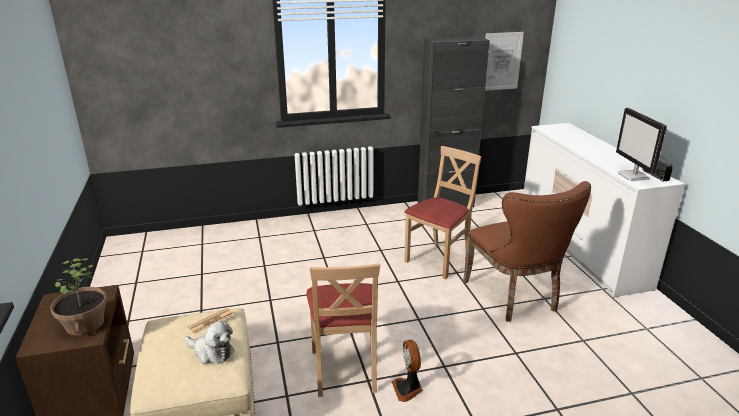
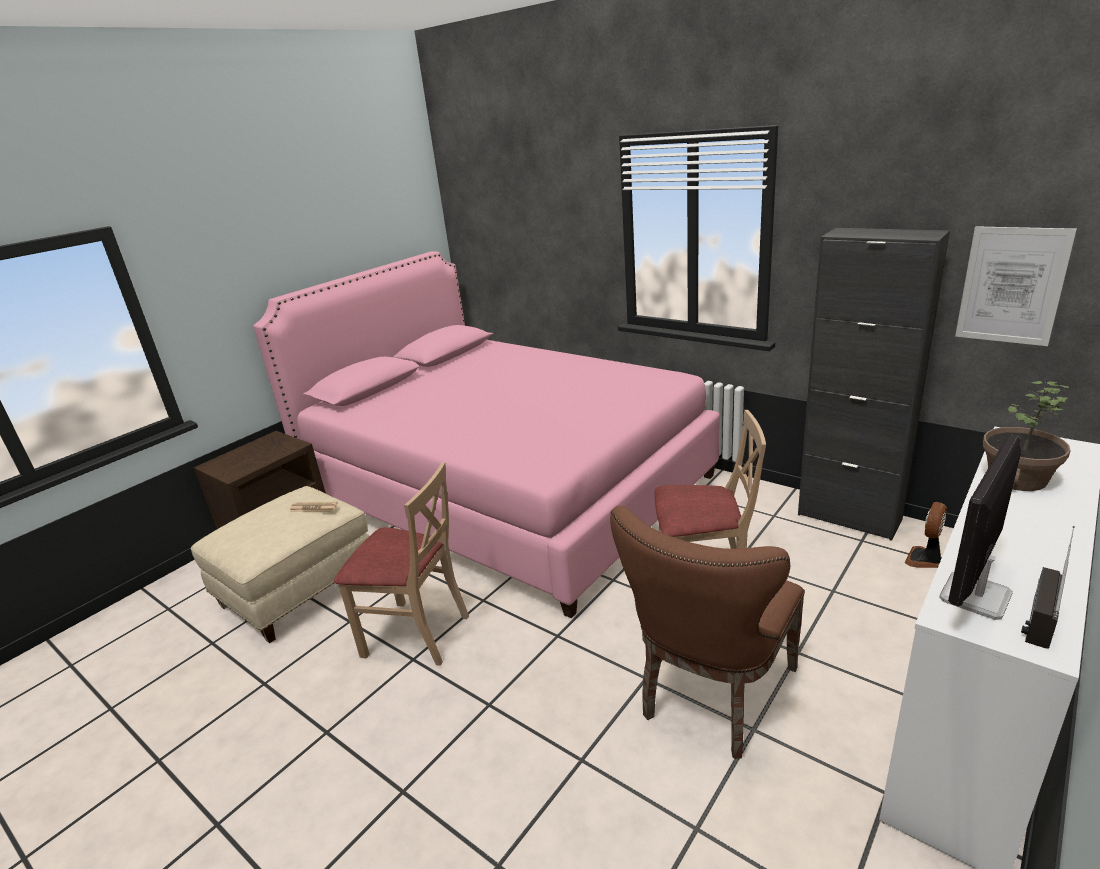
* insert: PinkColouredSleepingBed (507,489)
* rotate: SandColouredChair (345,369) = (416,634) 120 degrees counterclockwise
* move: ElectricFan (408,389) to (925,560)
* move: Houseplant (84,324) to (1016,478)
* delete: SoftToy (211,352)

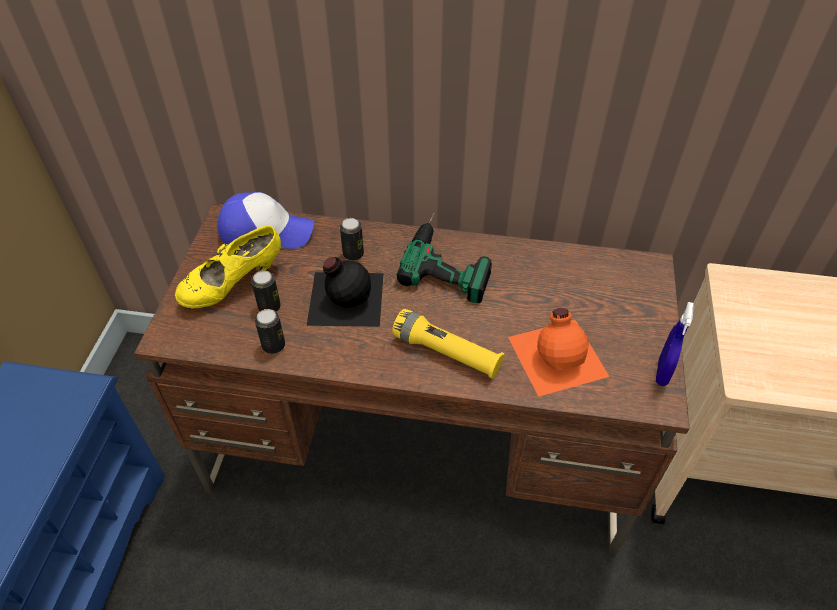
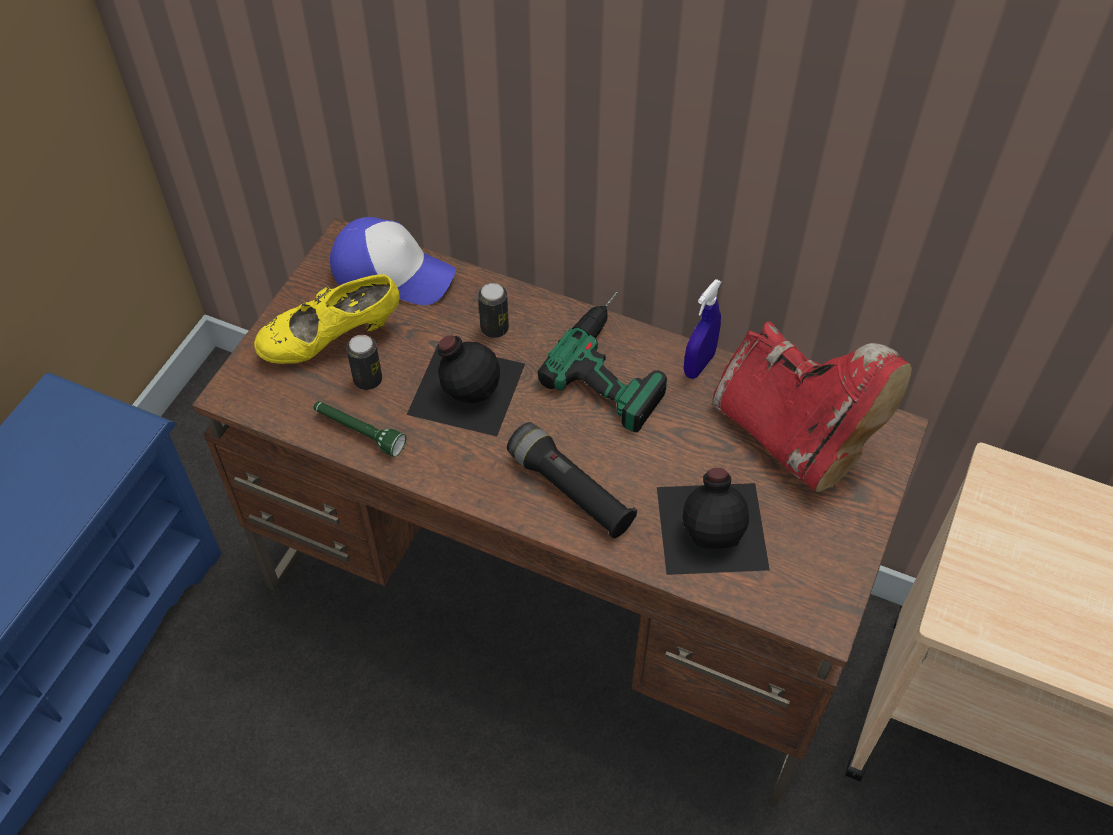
* replace: MetalCan (273,345) to GreenTorch (359,432)
* recolor: YellowishTorch (446,353) to BlackColouredTorch (570,491)
* recolor: OrangeBeverageBottle (558,355) to BlackColouredBeverageBottle (713,526)
* move: BluishSprayer (662,372) to (699,365)
* insert: ReddishHighTopBoot (794,439)

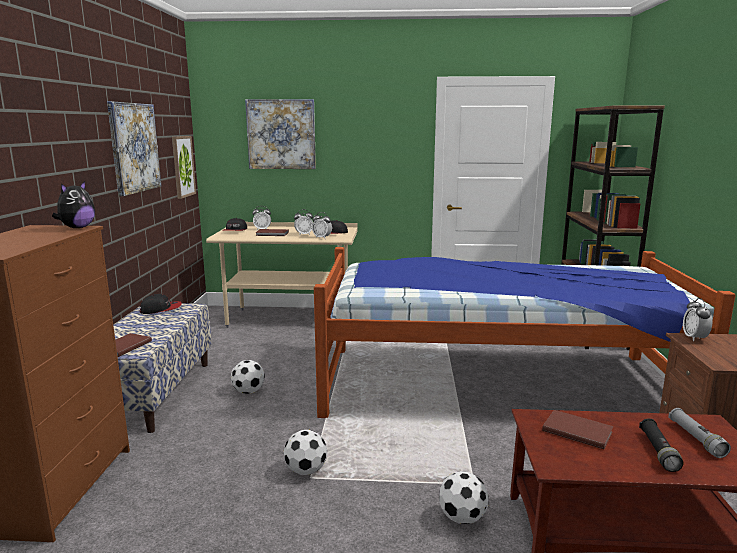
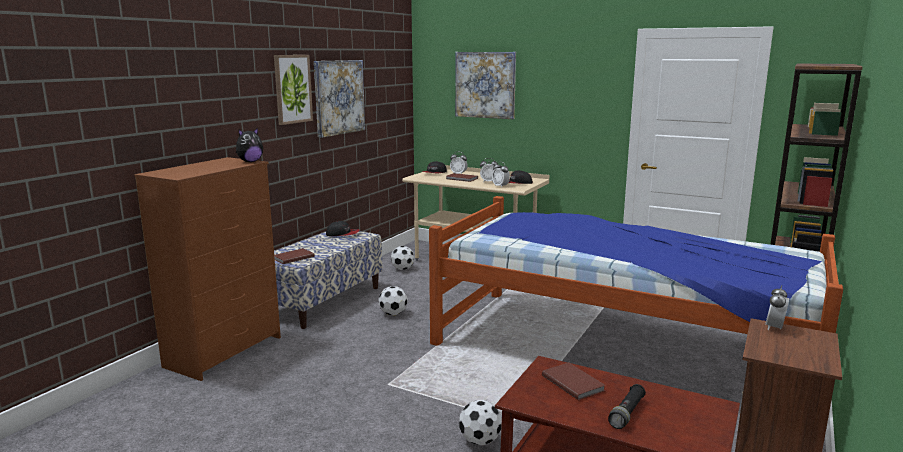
* move: WallPicture (182,166) to (292,89)
* move: BallForFootball (306,470) to (403,269)
* delete: GreyTorch (696,439)

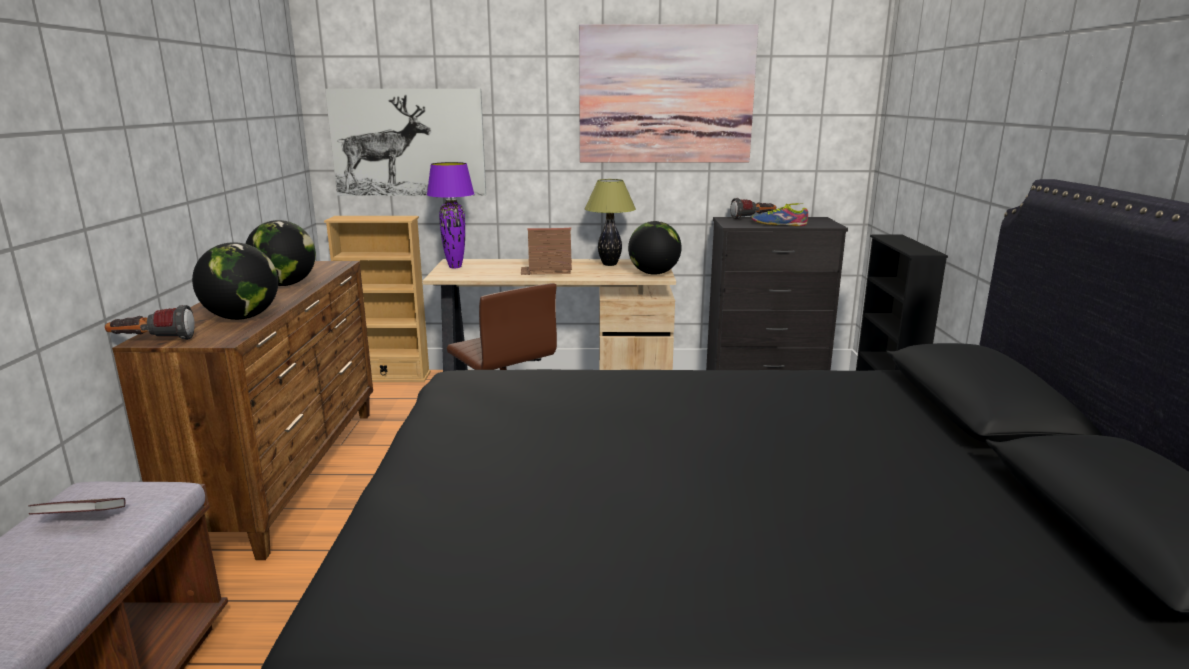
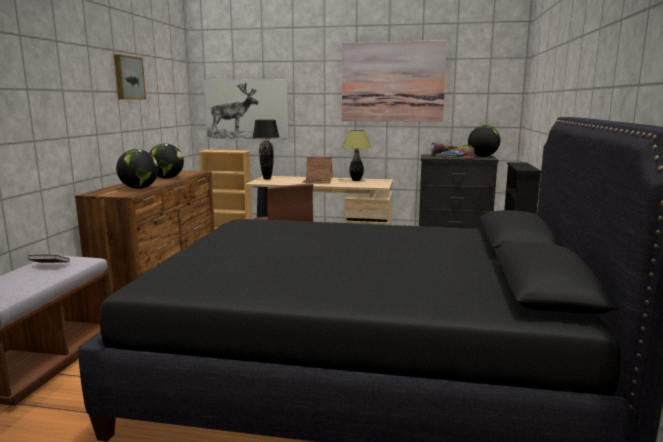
* insert: WallPicture (128,78)
* recolor: PurpleTabletopLamp (455,267) to BlackColouredTabletopLamp (267,179)
* move: DeskGlobe (654,273) to (482,156)
* delete: Torch (153,341)

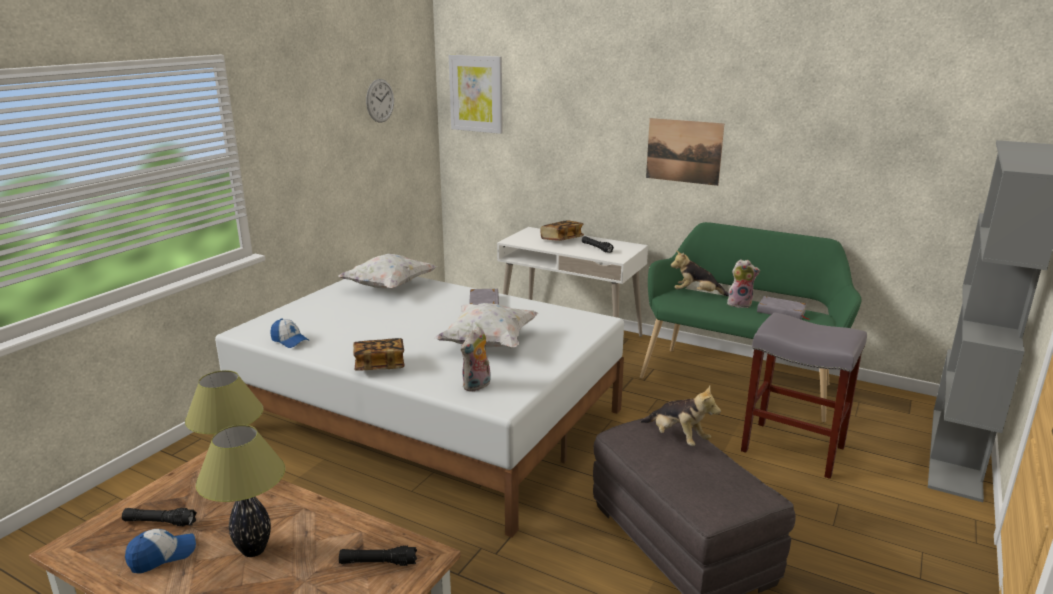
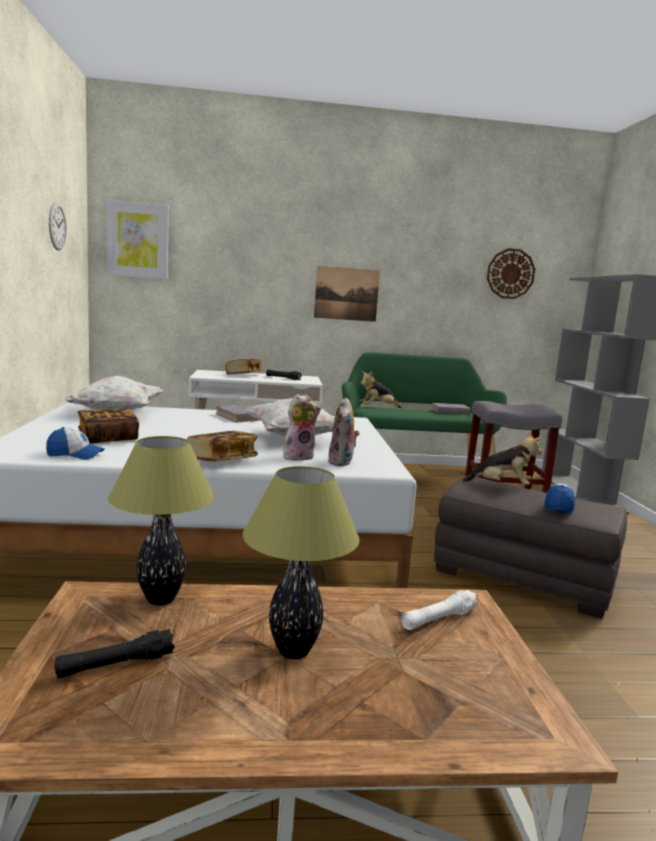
* insert: BoundBook (108,438)
* move: SoftToy (740,304) to (298,456)
* recolor: BlackColouredTorch (378,563) to WhitishTorch (438,619)
* insert: WallClock (510,273)
* move: BaseballCap (162,556) to (558,505)

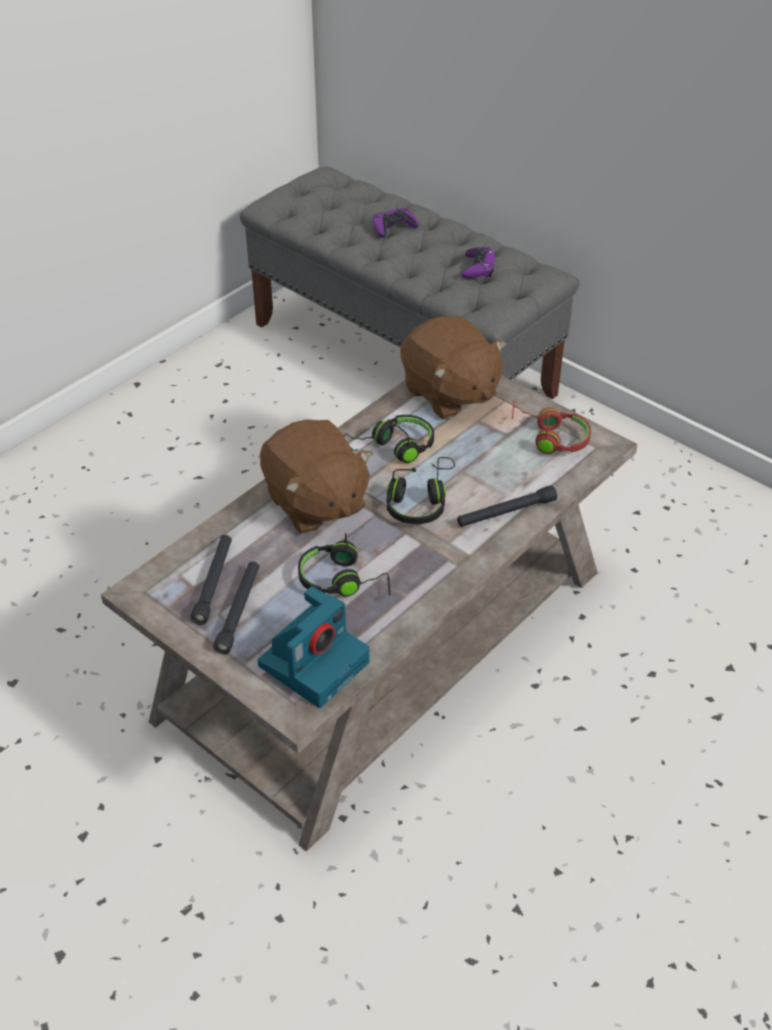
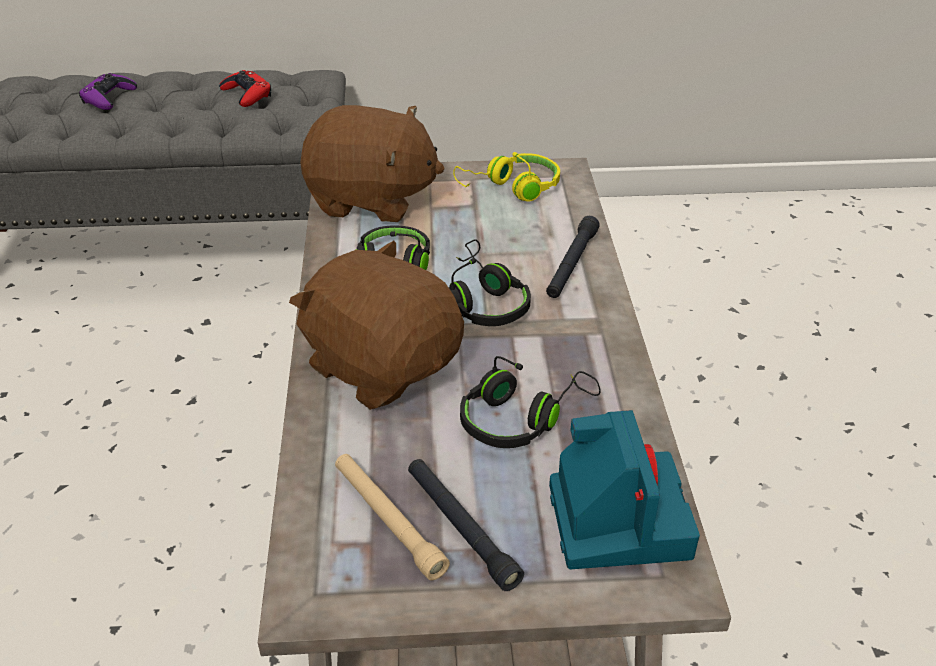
* recolor: PurpleJoypad (478,267) to ReddishJoypad (247,94)
* rotate: BrownColouredSoftToy (315,503) = (382,366) 150 degrees counterclockwise
* recolor: BlackColouredTorch (213,583) to SandColouredTorch (388,520)
* recolor: ReddishPairOfHeadphones (549,437) to YellowishPairOfHeadphones (512,188)

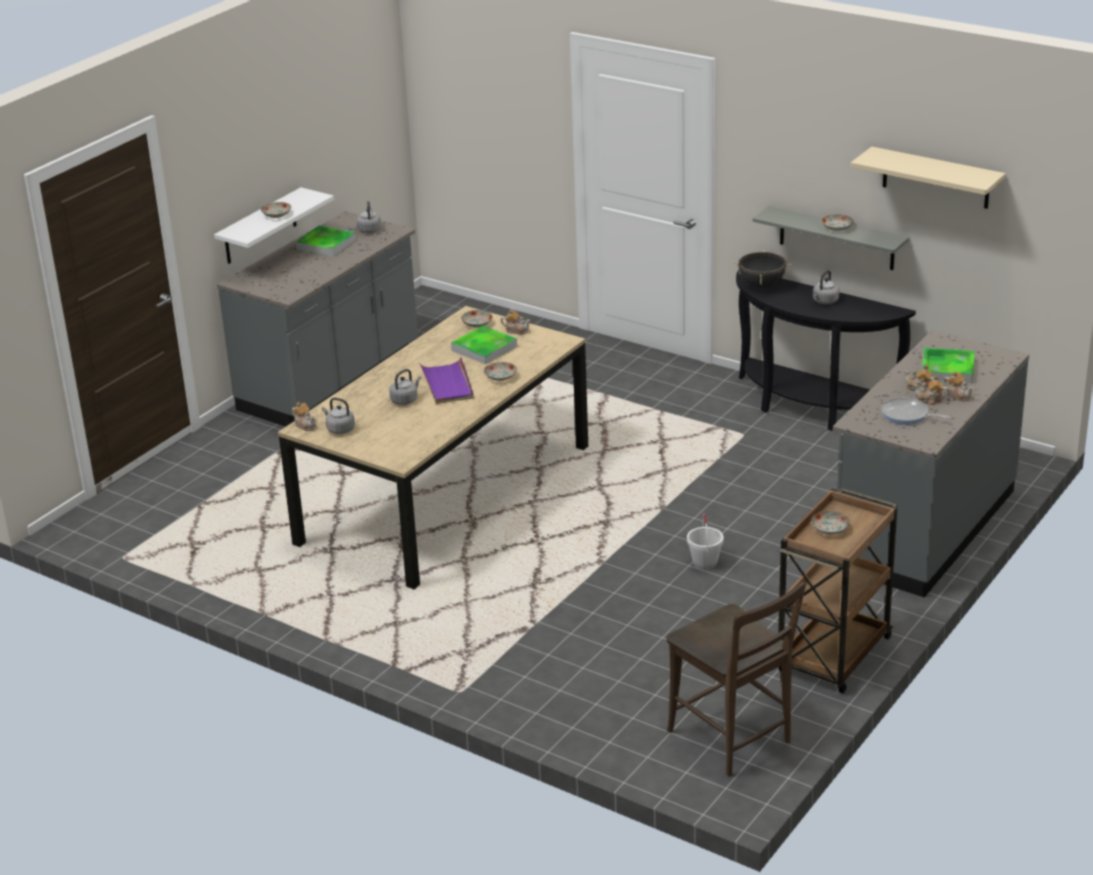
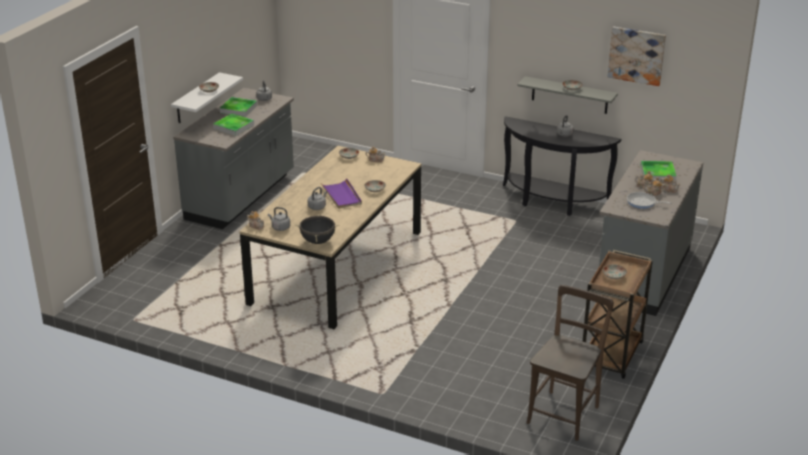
* move: CarryingTray (484,348) to (234,127)
* move: BlackColouredCookingPot (761,286) to (317,241)
* rotate: BrownColouredChair (733,740) = (565,412) 105 degrees counterclockwise
* replace: SandColouredWallShelf (936,178) to WallPicture (636,55)
* delete: WhitishWaterBucket (705,562)

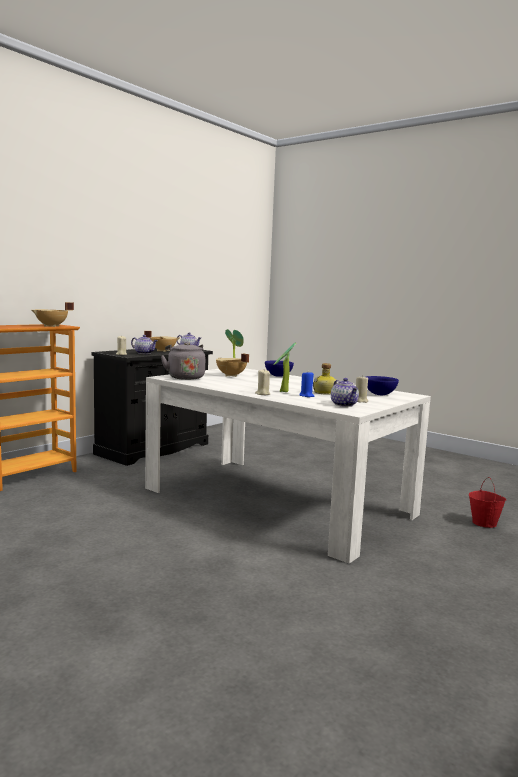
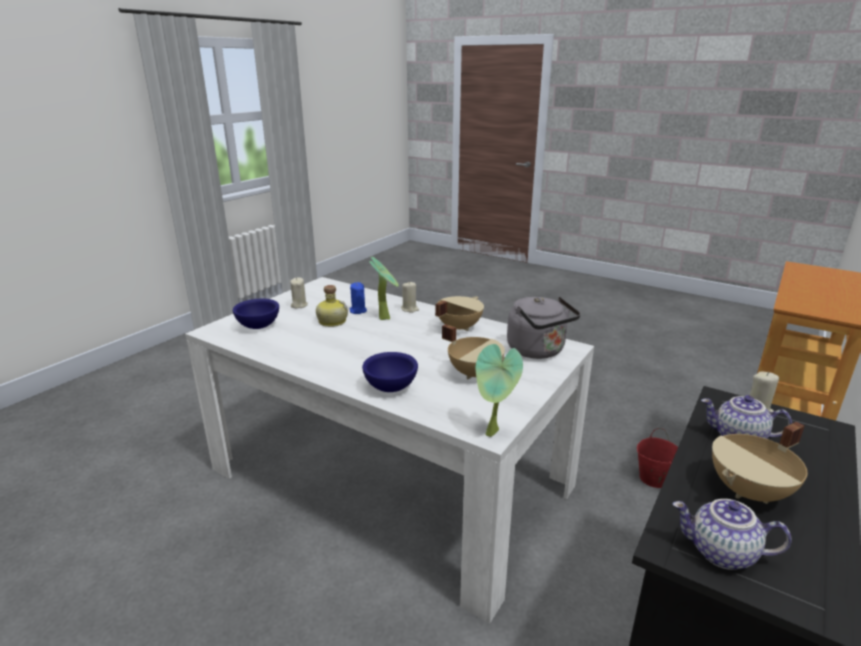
* move: SandColouredCookingPot (52,326) to (458,327)
* move: ReddishWaterBucket (484,523) to (653,478)
* delete: TeaPot (344,405)

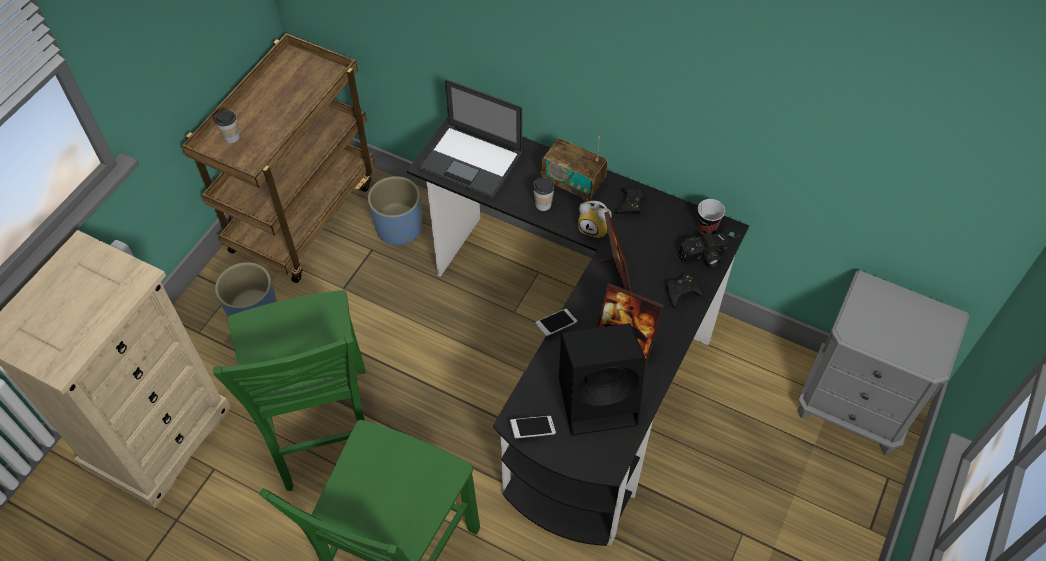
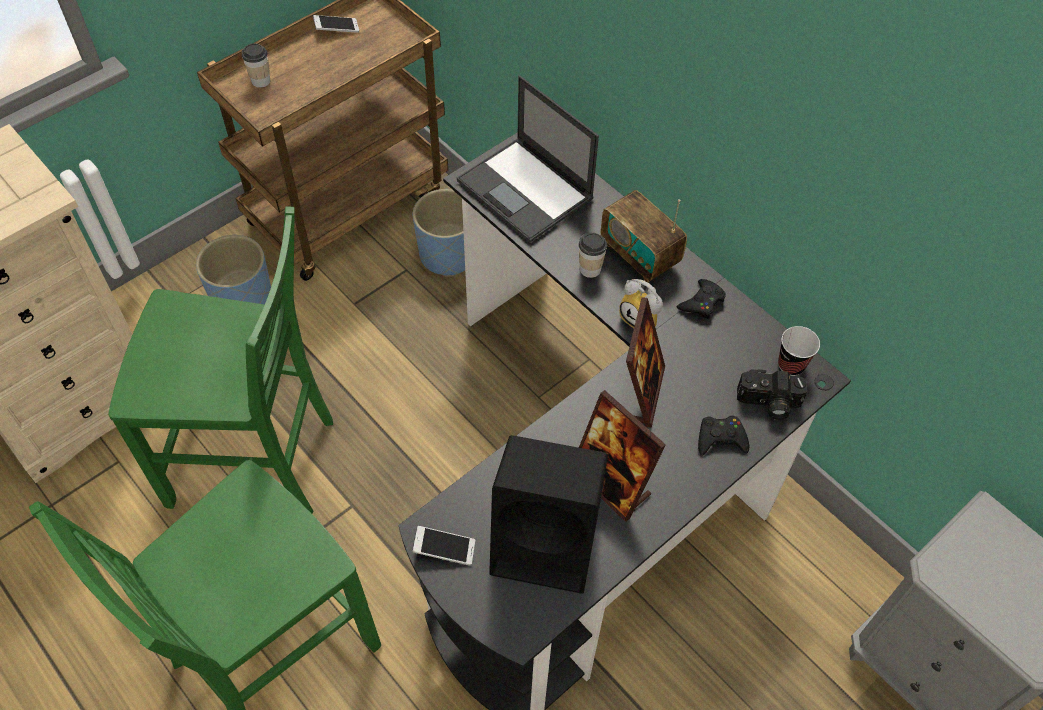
* rotate: GreenChair (323,431) = (256,461) 90 degrees counterclockwise
* move: Telephone (556,325) to (337,29)

